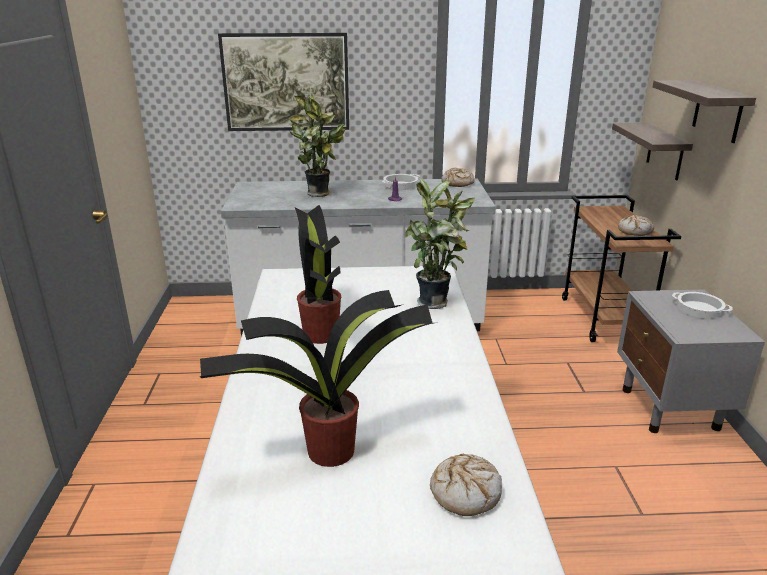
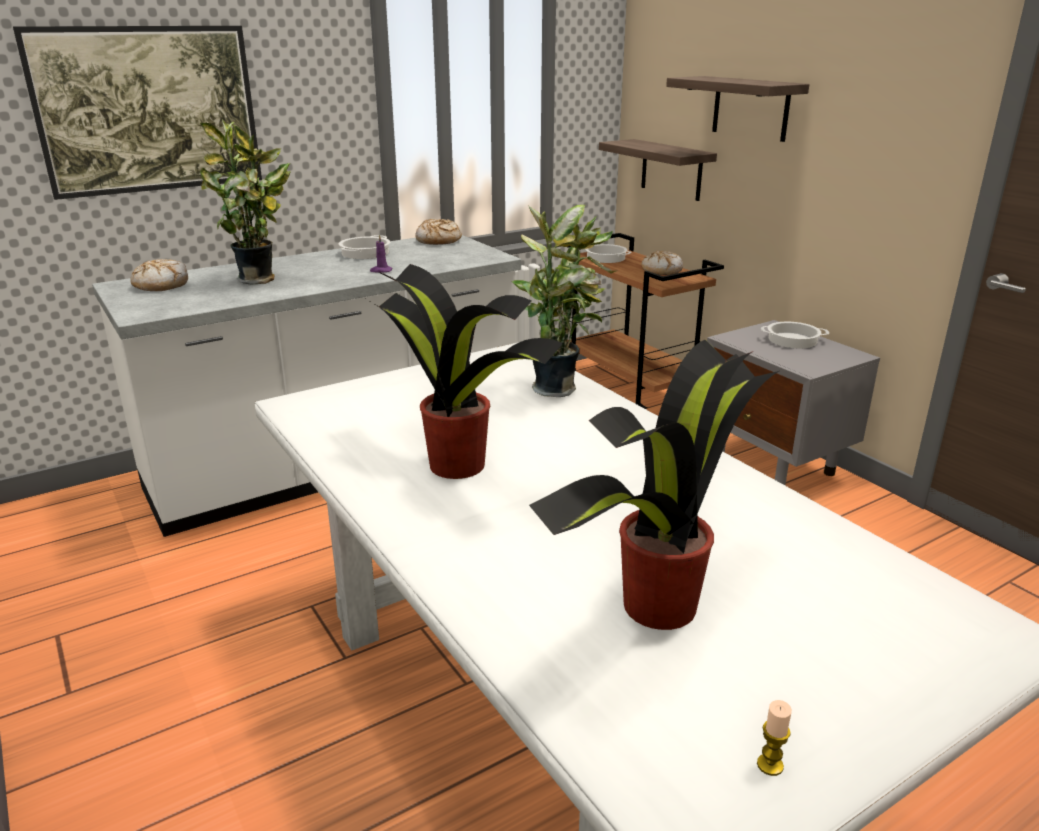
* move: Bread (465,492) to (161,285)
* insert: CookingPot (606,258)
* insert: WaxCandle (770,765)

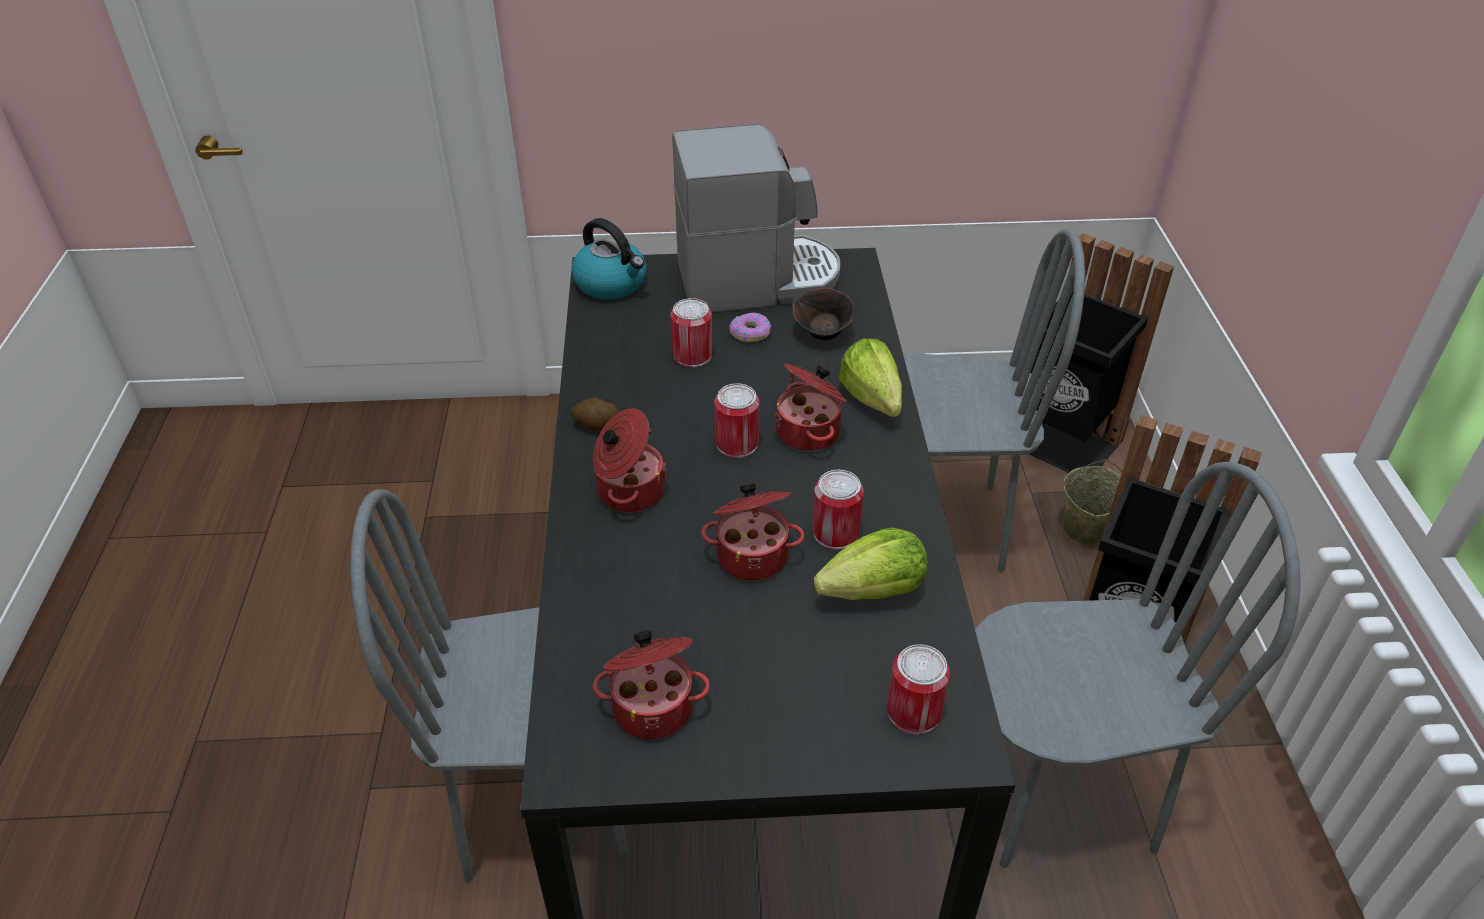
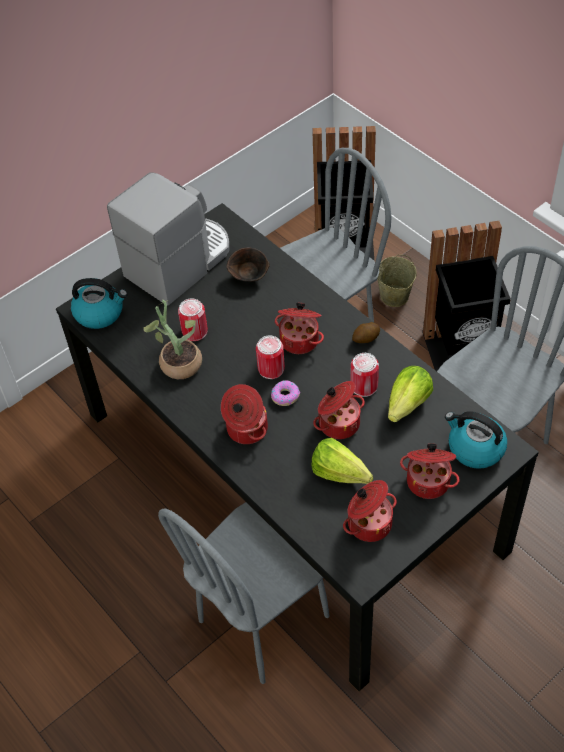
* insert: Houseplant (177,361)
* move: Doughnut (750,332) to (285,396)
* move: LettuceHead (873,405) to (343,477)
* move: WholePotato (597,426) to (366,339)
* insert: CookingPot (428,480)
* replace: MetalCan (913,712) to WaterKettle (474,448)

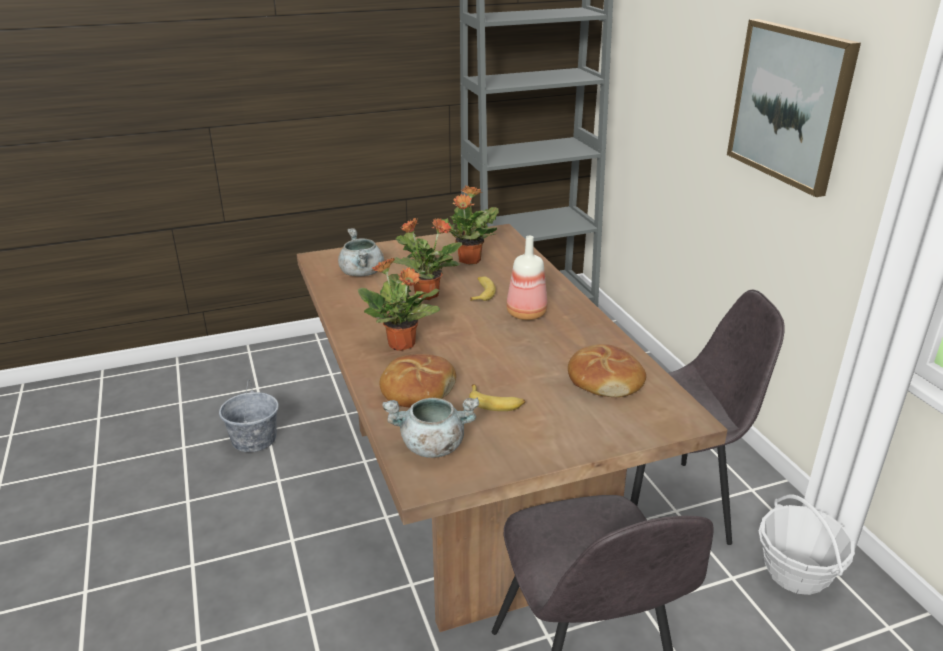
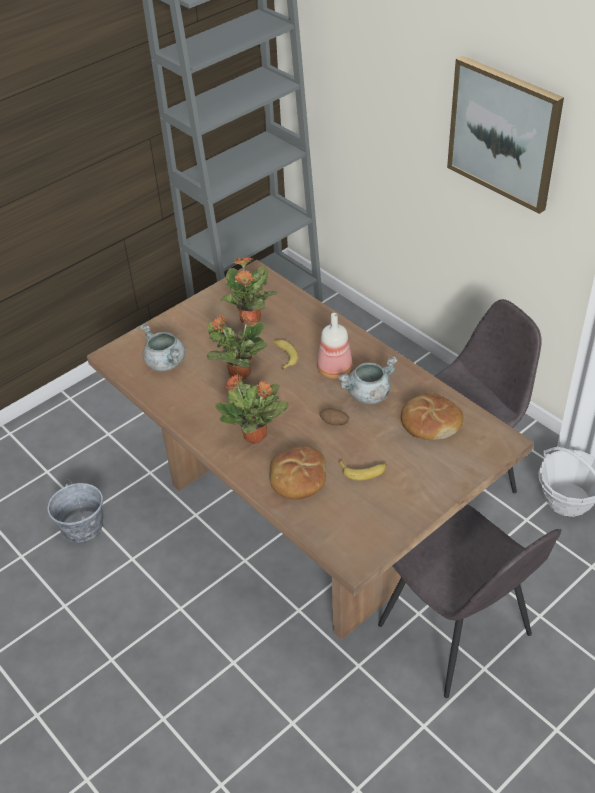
* insert: WholePotato (334,423)
* move: GreyCookingPot (432,446) to (368,395)

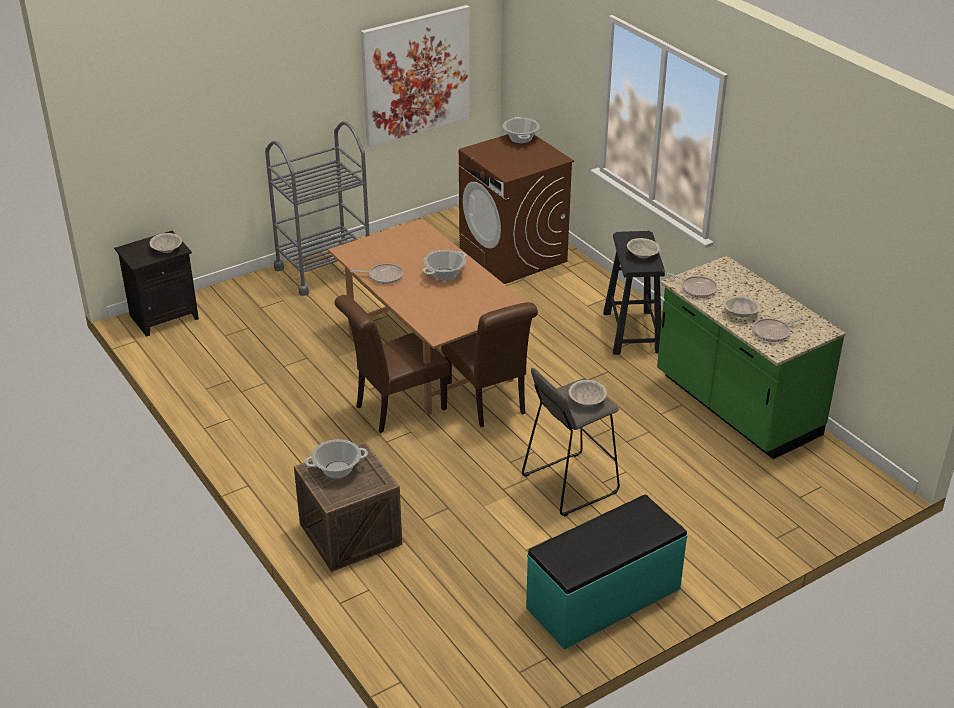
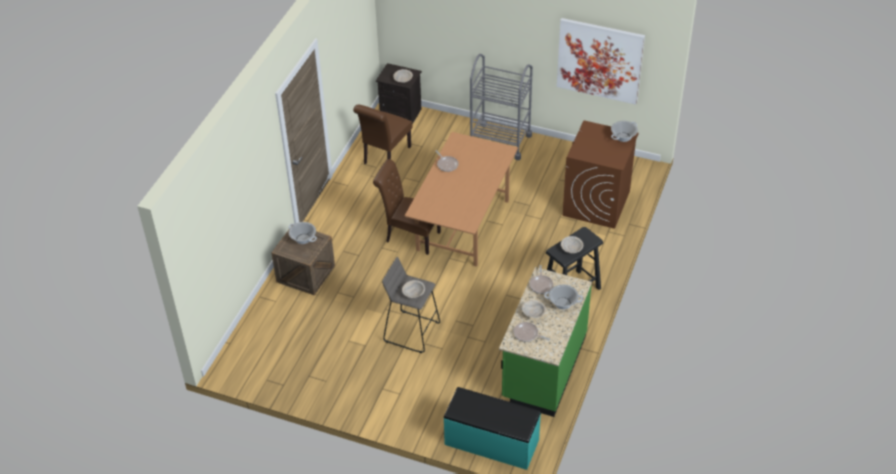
* move: BrownColouredChair (489,403) to (385,157)
* move: TurquoiseBench (604,599) to (491,442)
* move: CookingPot (444,274) to (563,303)

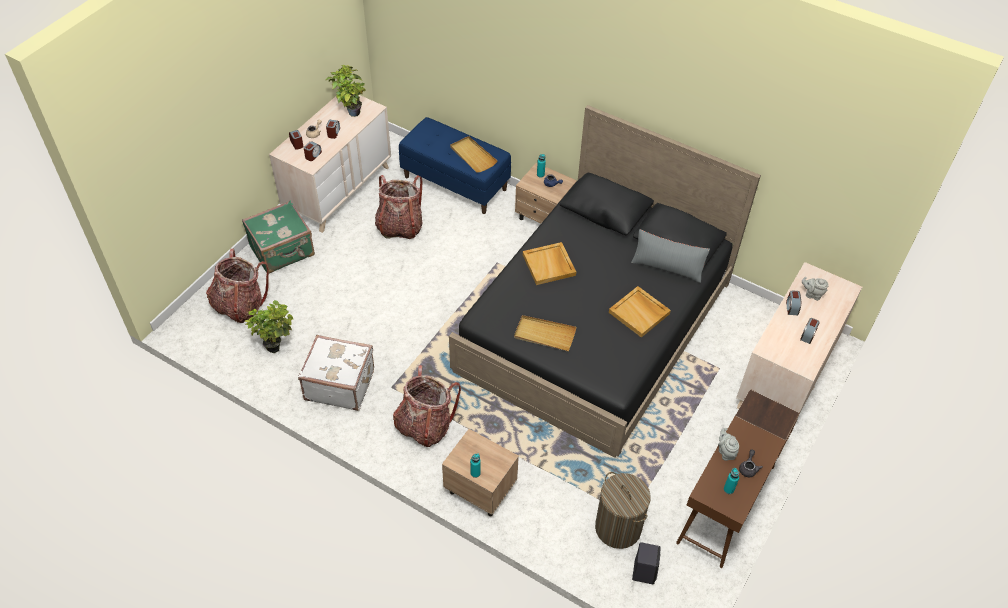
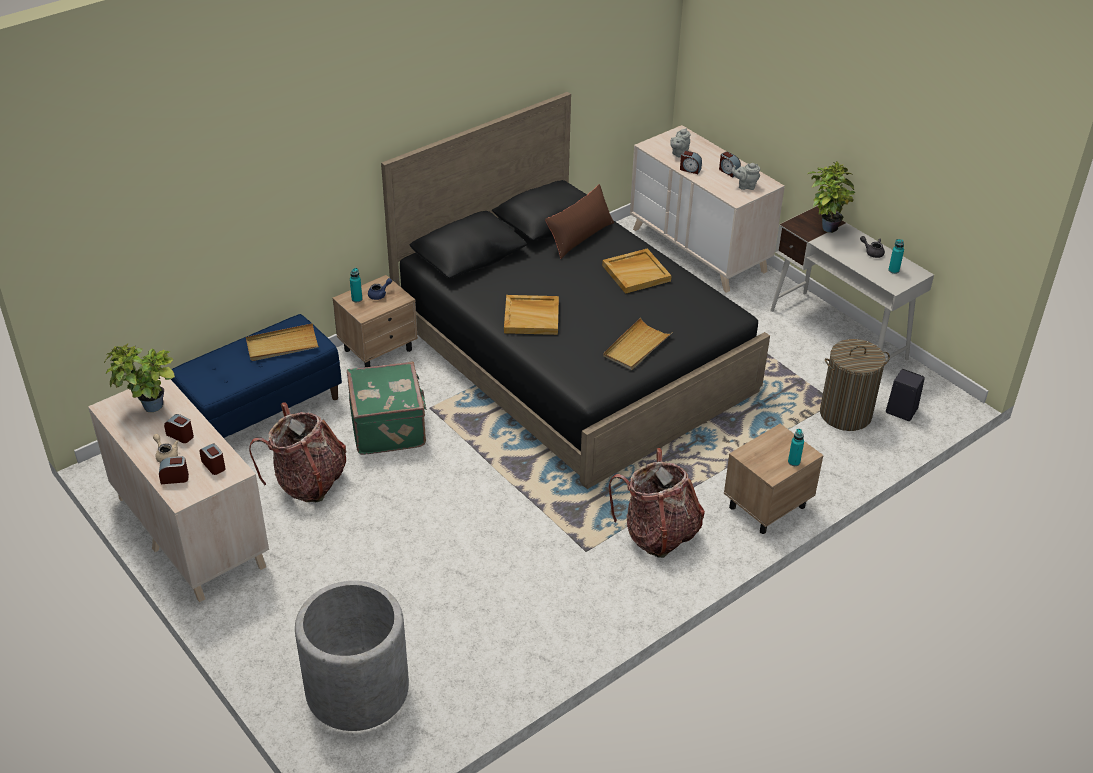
* replace: Backpack (240,305) to GreyFlowerPot (357,689)
* move: GreenSuitcase (283,251) to (389,427)
* recolor: GreyThrowPillow (667,266) to BrownColouredThrowPillow (579,237)
* move: GreyTeaPot (726,452) to (745,186)
* recolor: BrownColouredDesk (726,504) to WhitishDesk (838,334)
* move: Houseplant (276,345) to (826,226)
* delete: WhitishSuitcase (340,384)

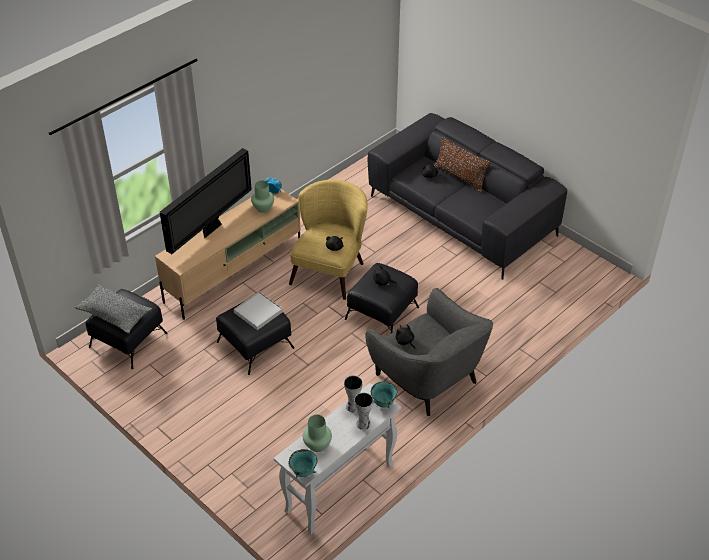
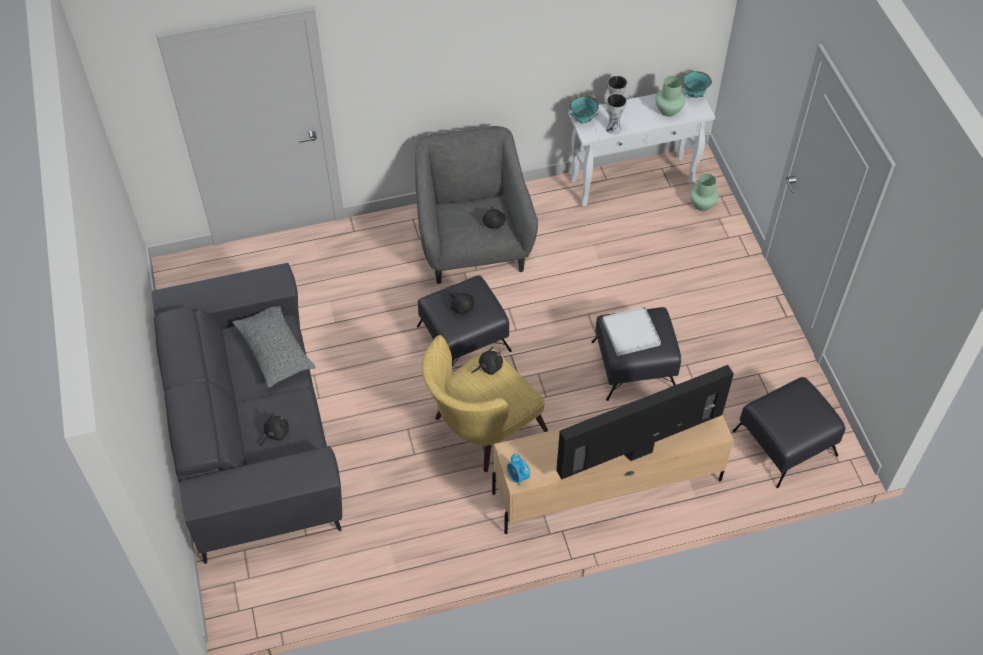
* move: GreyThrowPillow (114,314) to (275,351)
* move: GreenFlowerVase (263,208) to (702,204)
* delete: BrownColouredThrowPillow (460,177)

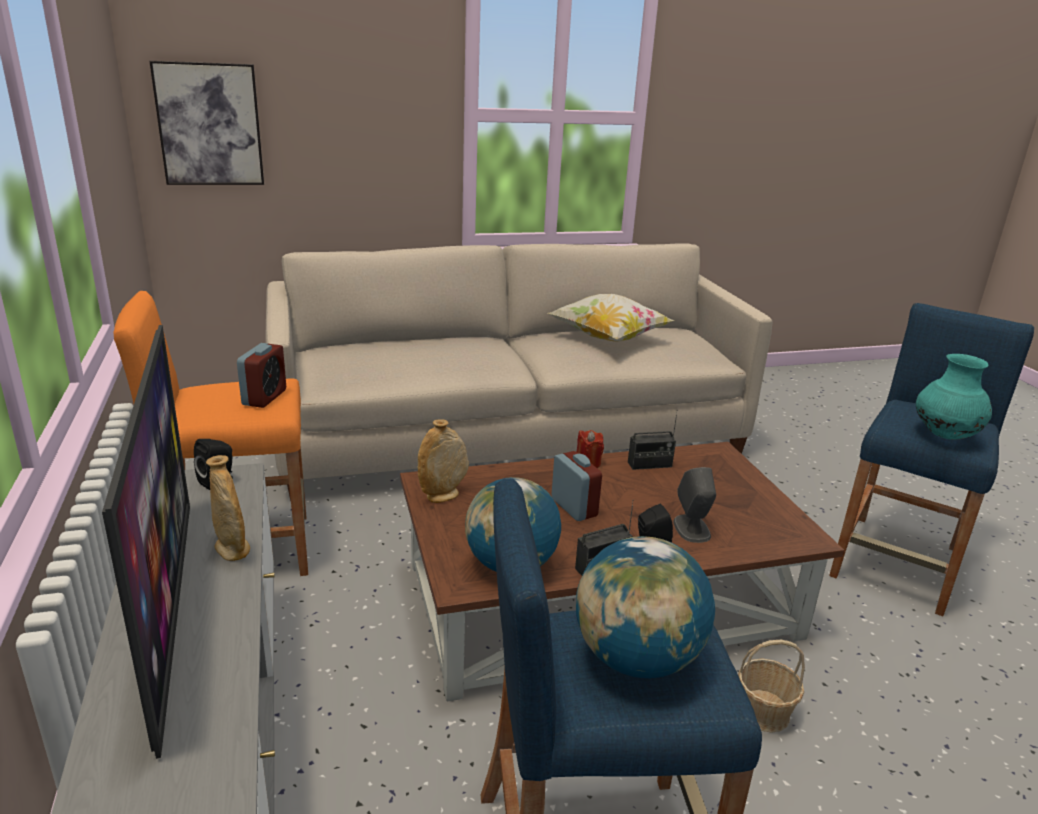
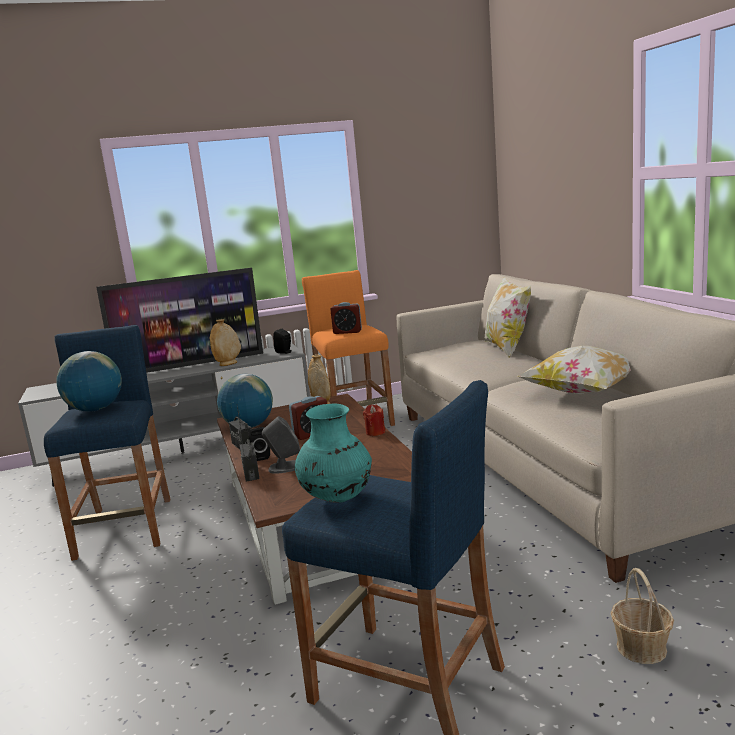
* move: RadioReceiver (649,464) to (250,473)
* insert: ThrowPillow (507,348)
* move: Basket (764,712) to (641,648)
* delete: WallPicture (209,125)

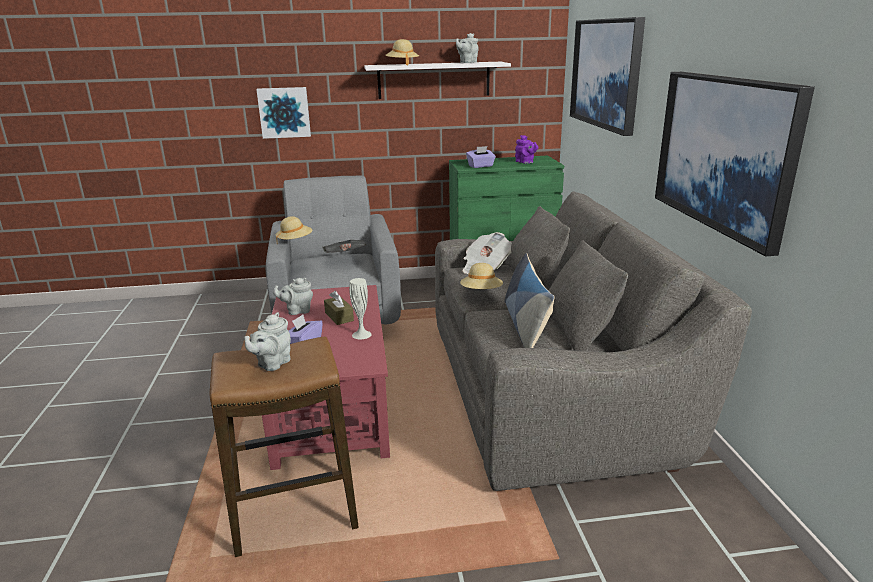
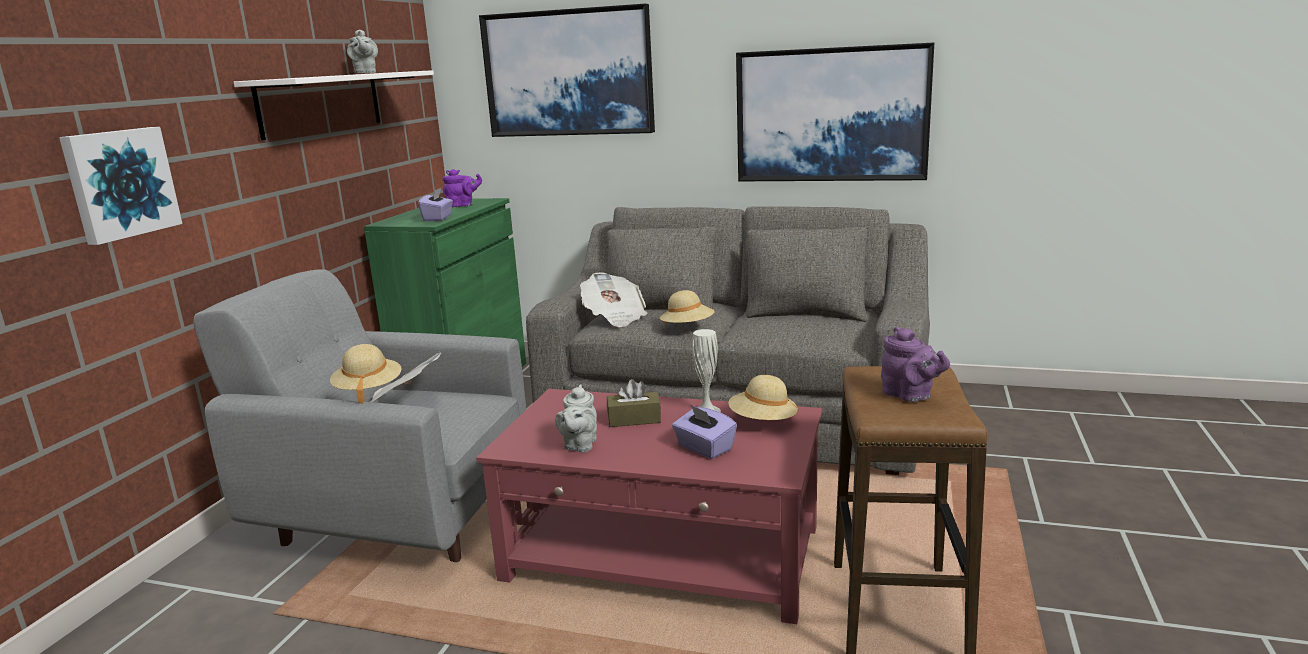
* move: SandColouredClothingHat (402,64) to (762,422)
* recolor: GreyTeaPot (272,364) to PurpleTeaPot (910,396)
* delete: ThrowPillow (525,326)

